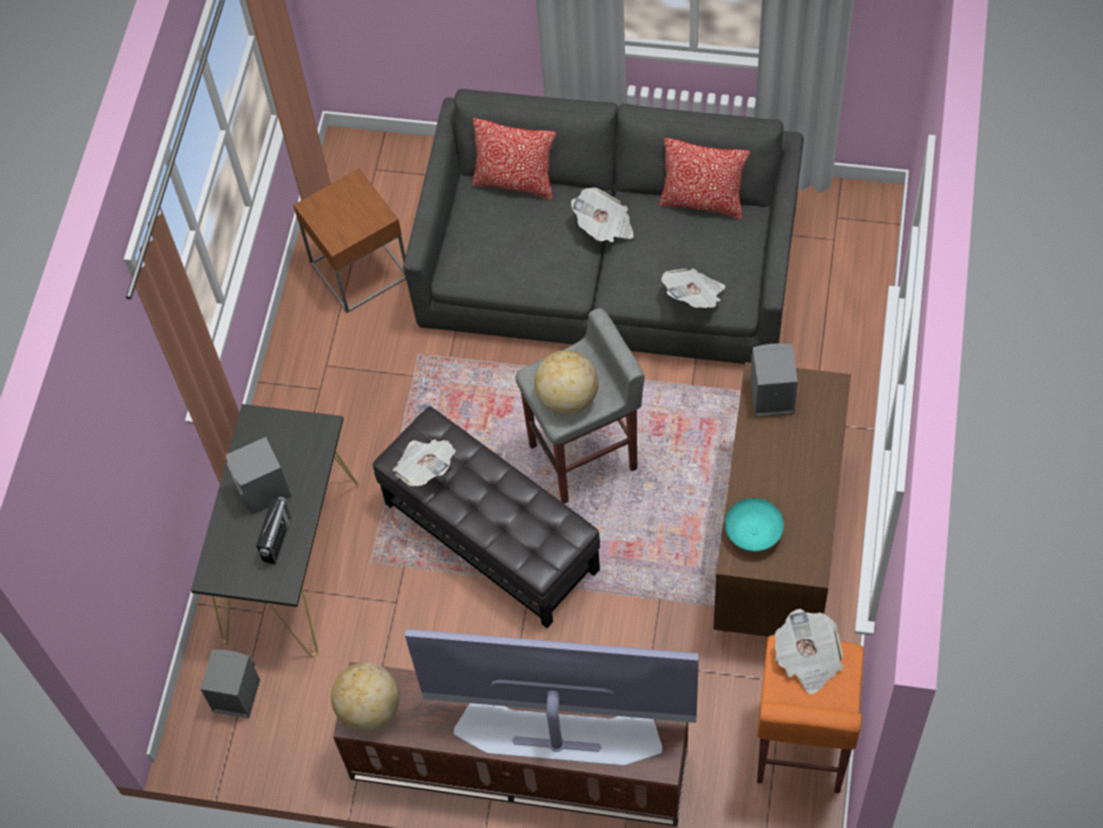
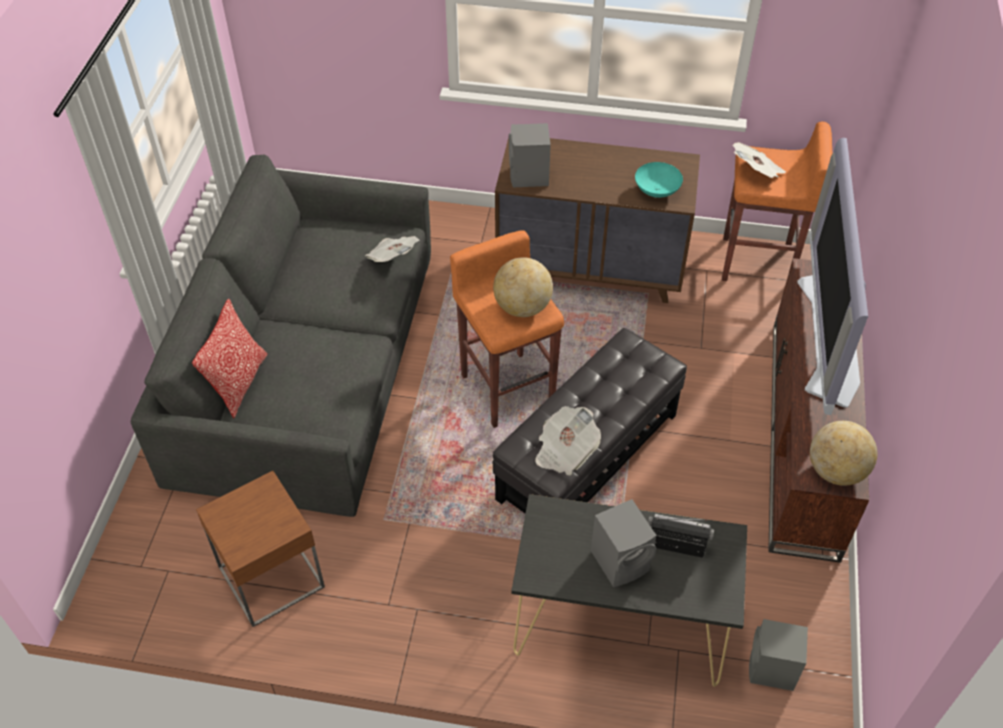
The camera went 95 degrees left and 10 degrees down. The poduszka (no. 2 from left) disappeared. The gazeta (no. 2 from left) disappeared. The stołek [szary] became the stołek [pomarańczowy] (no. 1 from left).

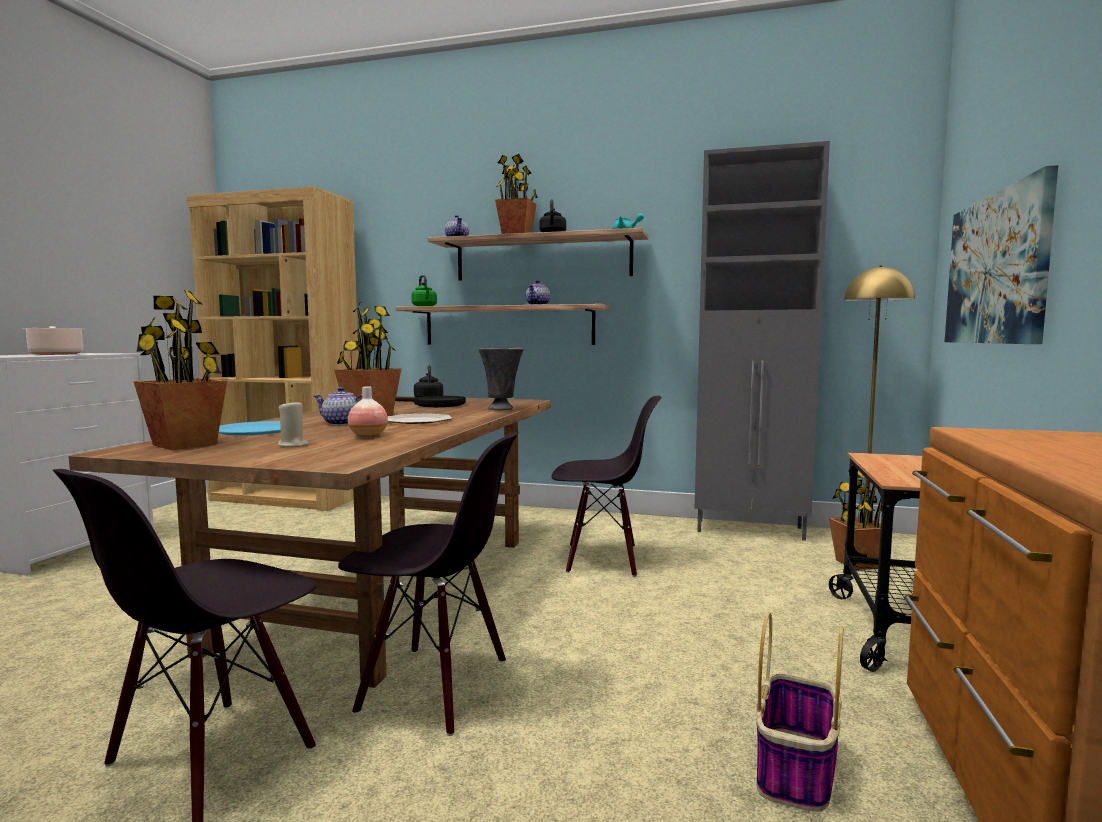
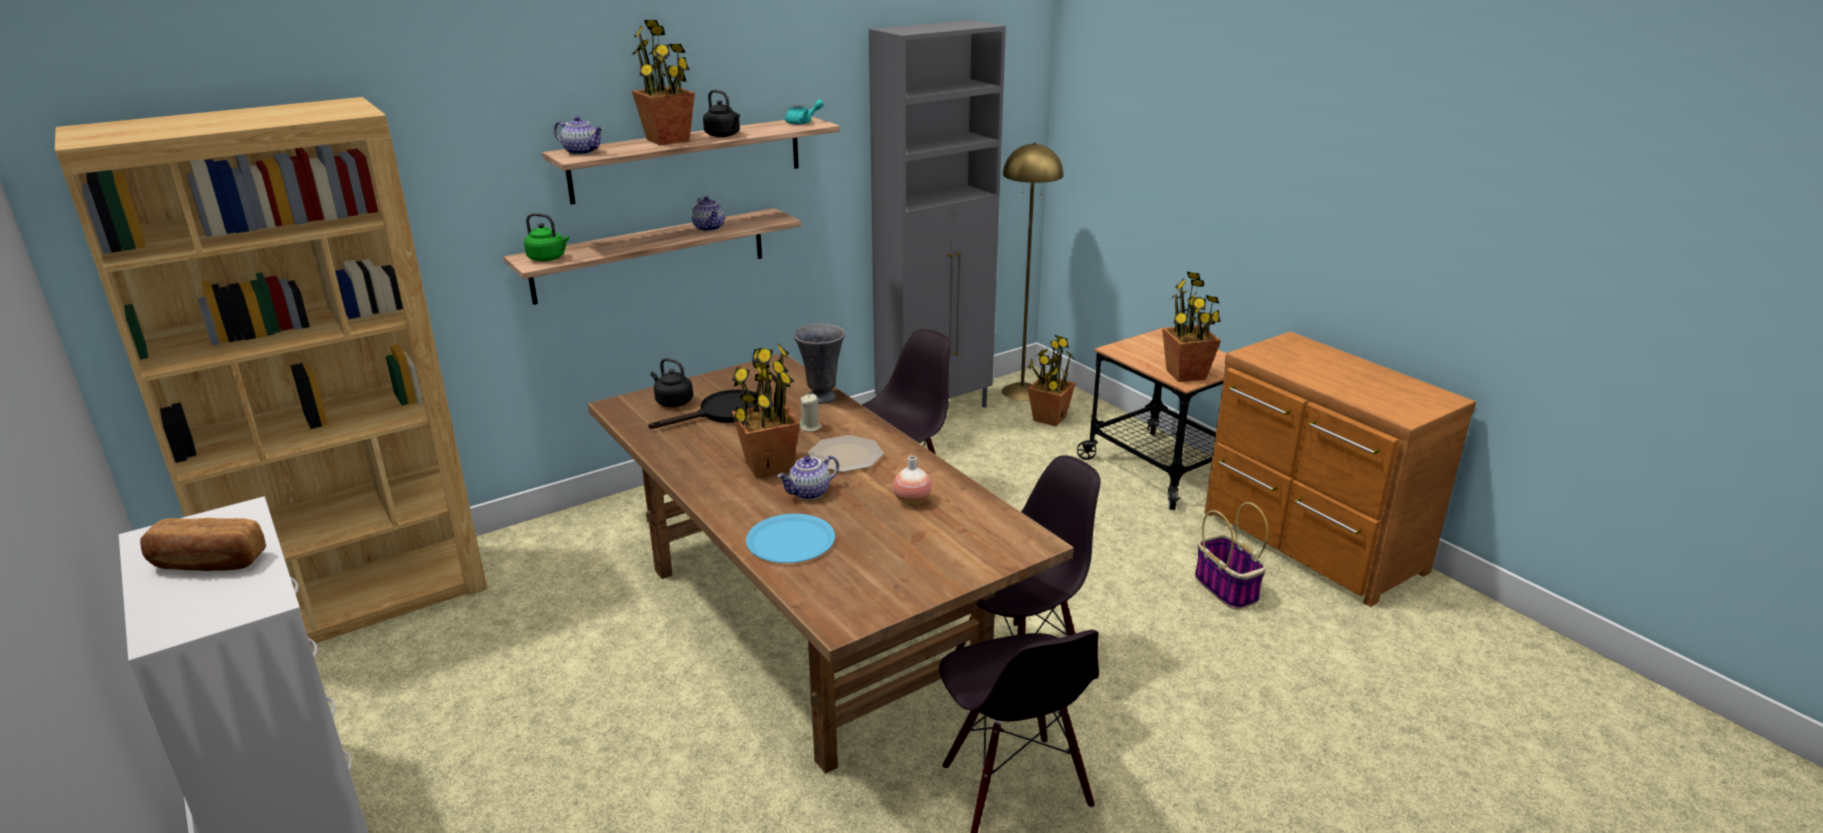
The camera went 50 degrees left and 20 degrees up. The obraz disappeared. The roślina doniczkowa (no. 1 from left in the first image) moved. The garnek was replaced by the chleb. The świeca [beżowy] moved.

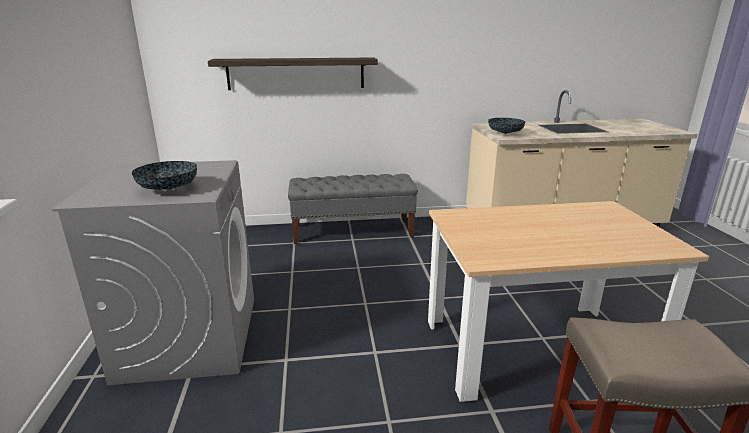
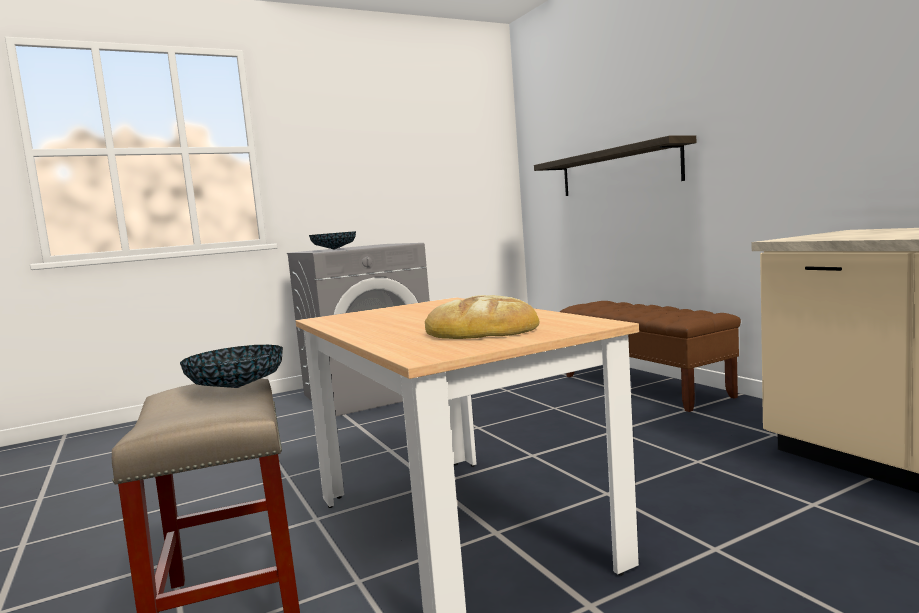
The camera went 70 degrees right and 15 degrees down. The miska (no. 2 from left in the first image) moved. The ławka [szary] became the ławka [brązowy]. The chleb appeared.

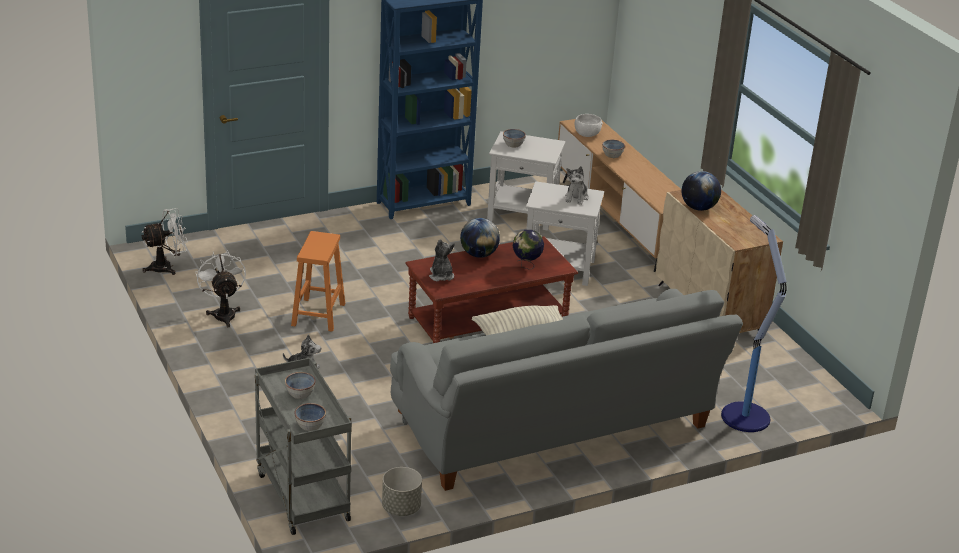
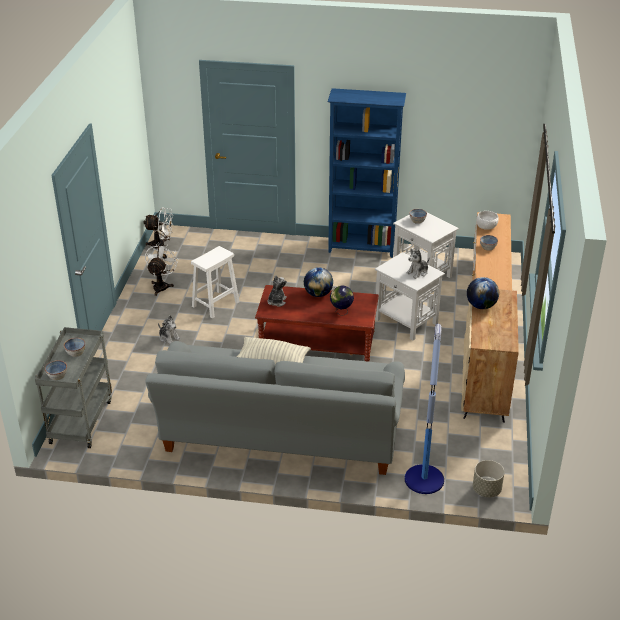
The camera went 35 degrees right and 5 degrees up. The stołek [pomarańczowy] became the stołek [biały]. The donica [szary] moved.

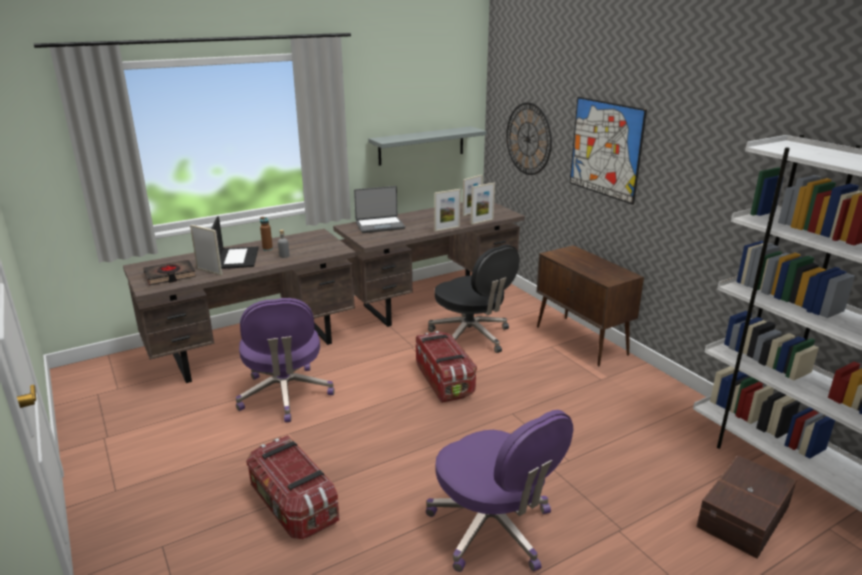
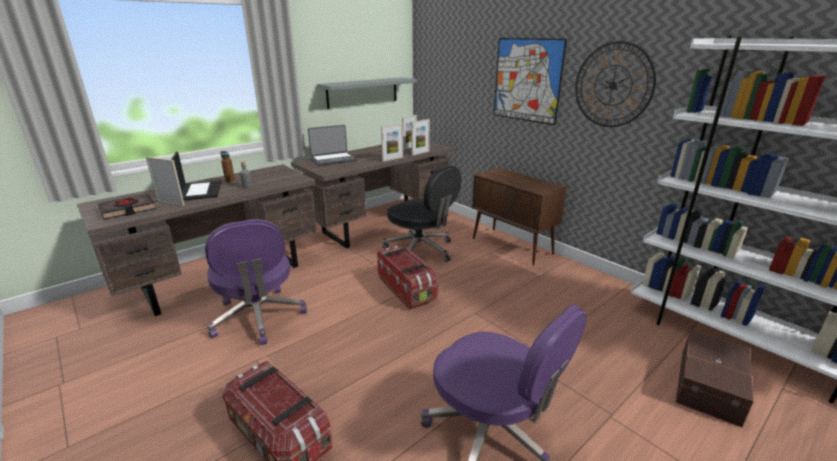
The camera went 10 degrees left and 0 degrees up. The zegar ścienny moved.

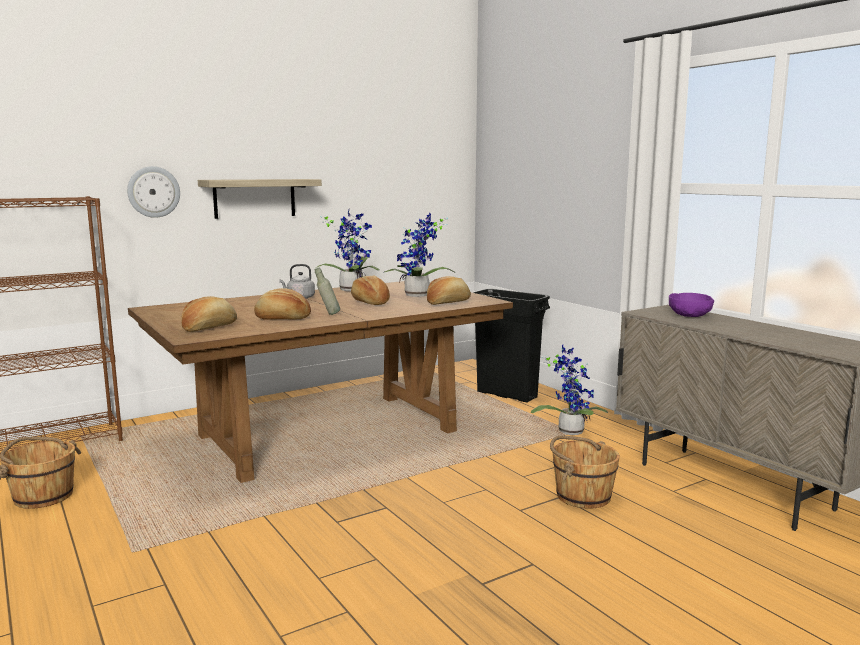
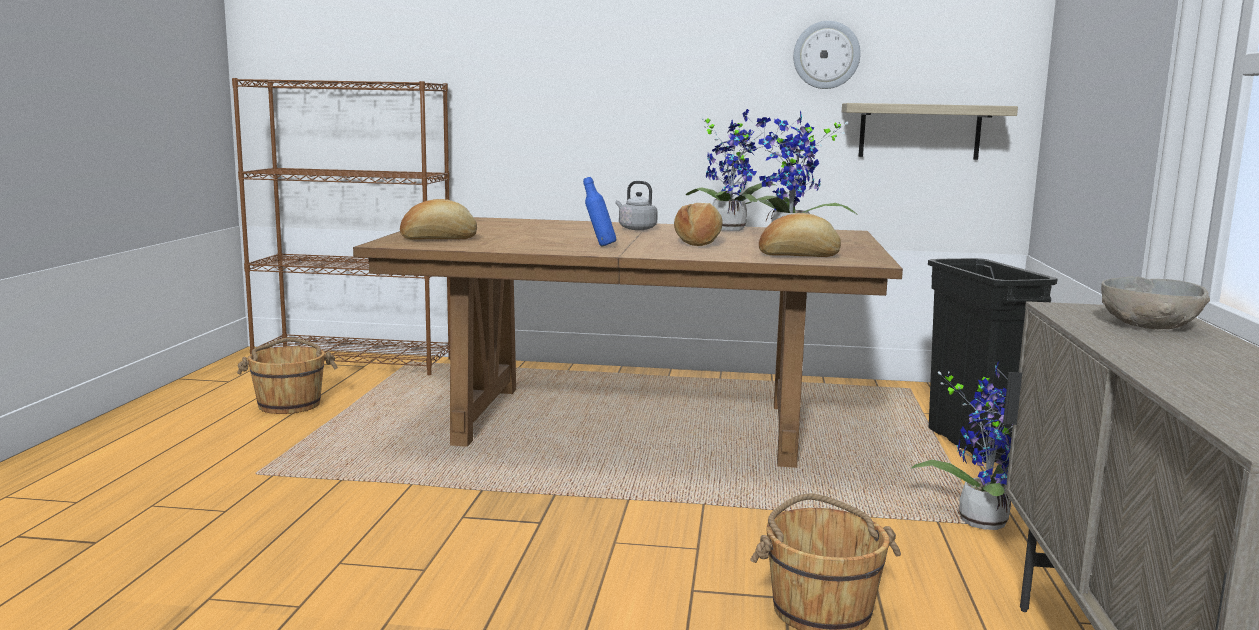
The camera went 40 degrees right and 0 degrees up. The zegar ścienny moved. The półka moved. The butelka [szary] became the butelka [niebieski]. The chleb (no. 2 from left) disappeared. The miska [fioletowy] became the miska [szary].

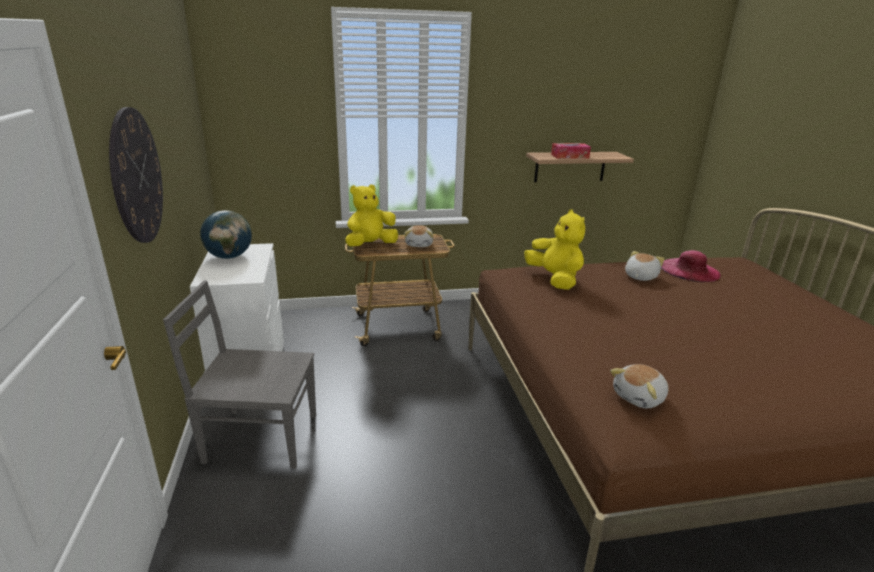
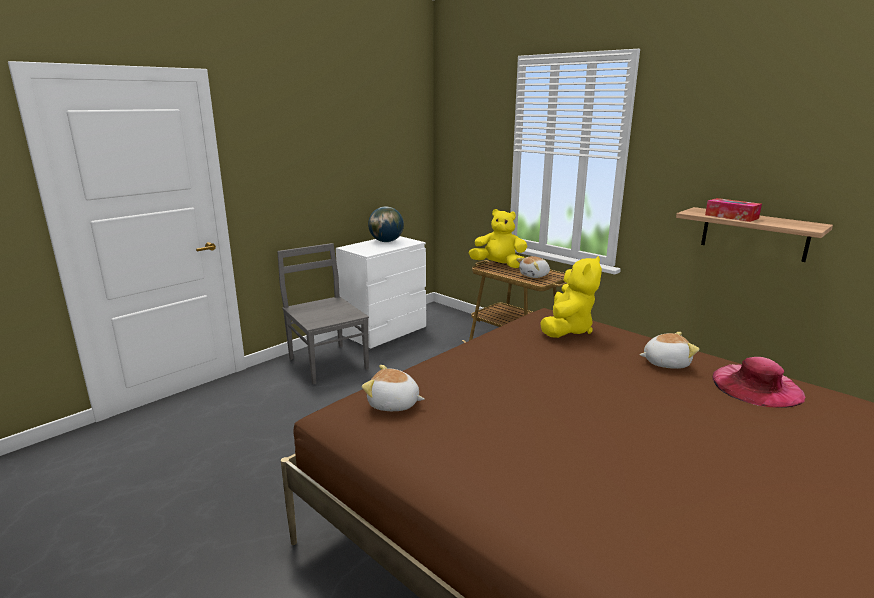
The camera went 55 degrees right and 5 degrees down. The zegar ścienny disappeared.

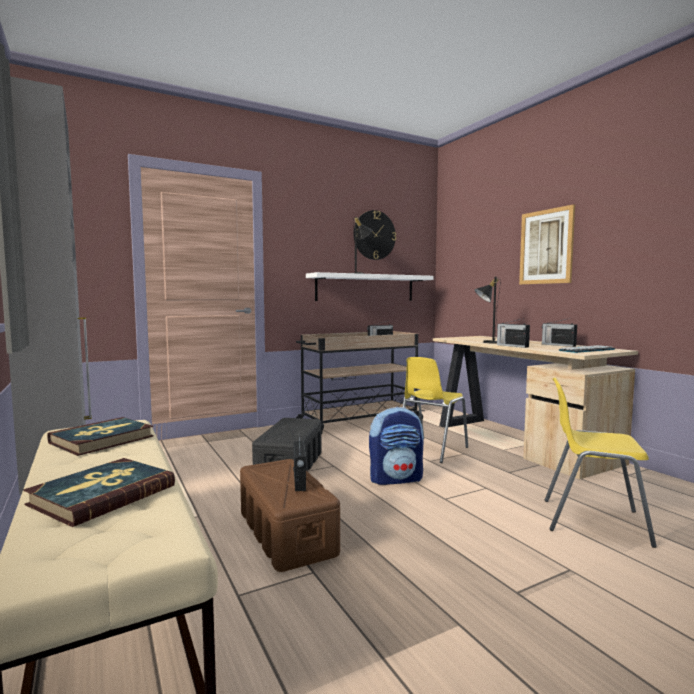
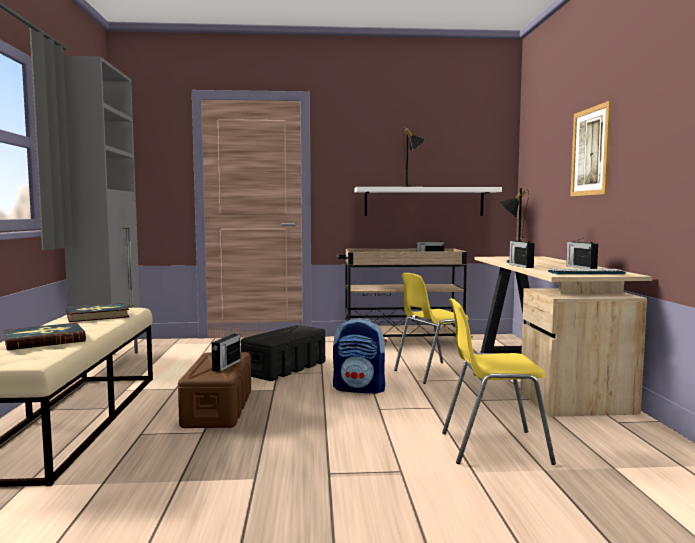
The camera went 25 degrees right and 0 degrees up. The zegar ścienny disappeared. The krzesło [żółty] (no. 2 from left) turned 45 degrees counterclockwise.

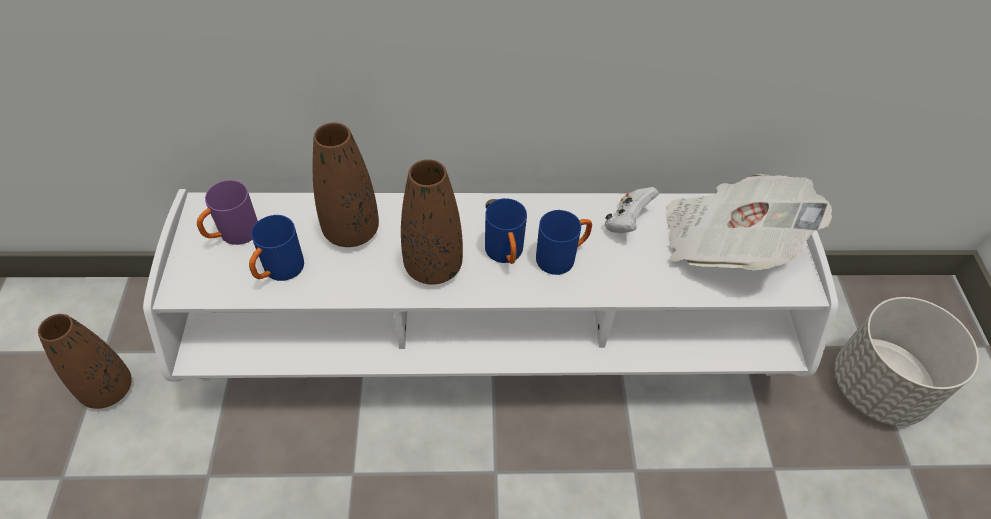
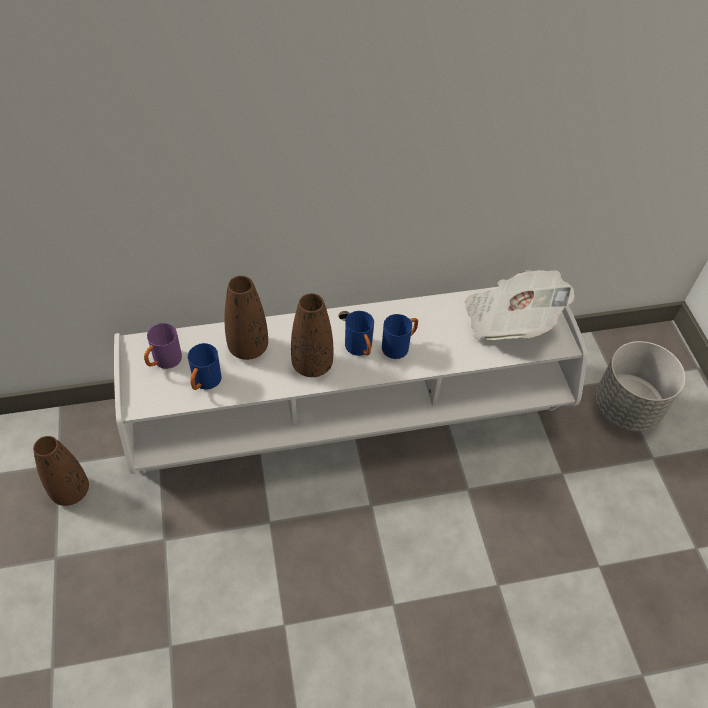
The camera went 10 degrees left and 0 degrees up. The pad do gier [biały] disappeared.

